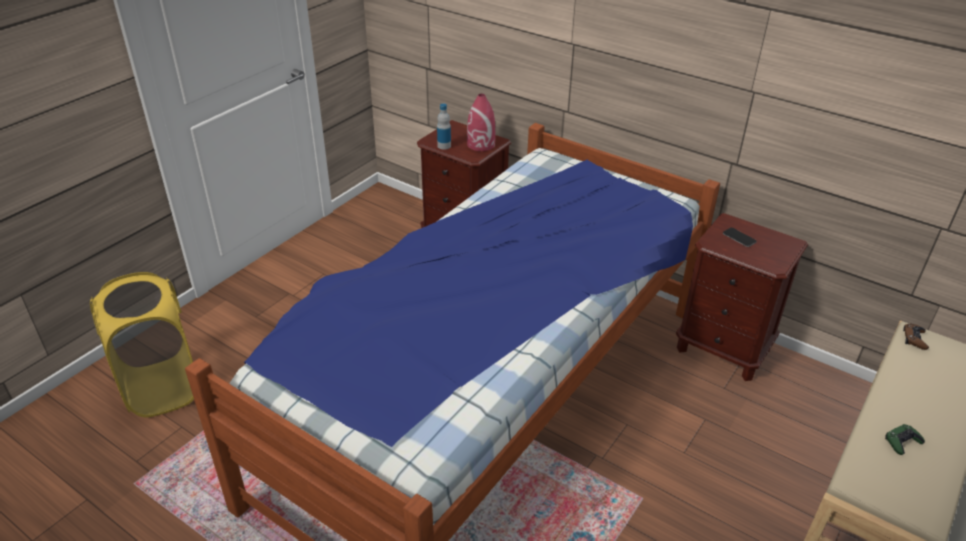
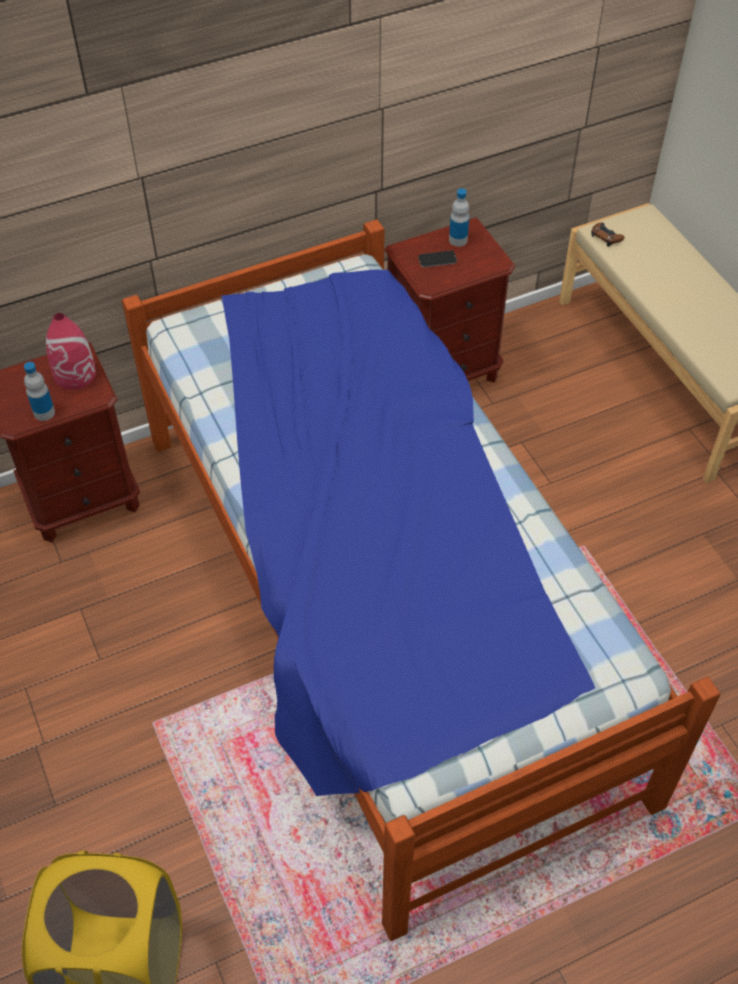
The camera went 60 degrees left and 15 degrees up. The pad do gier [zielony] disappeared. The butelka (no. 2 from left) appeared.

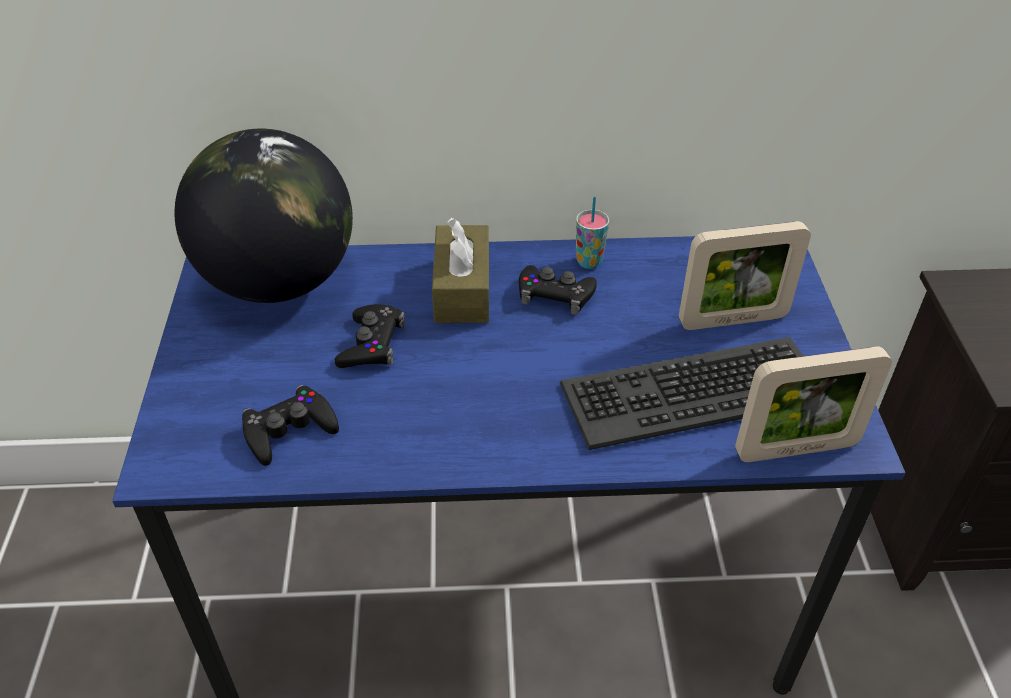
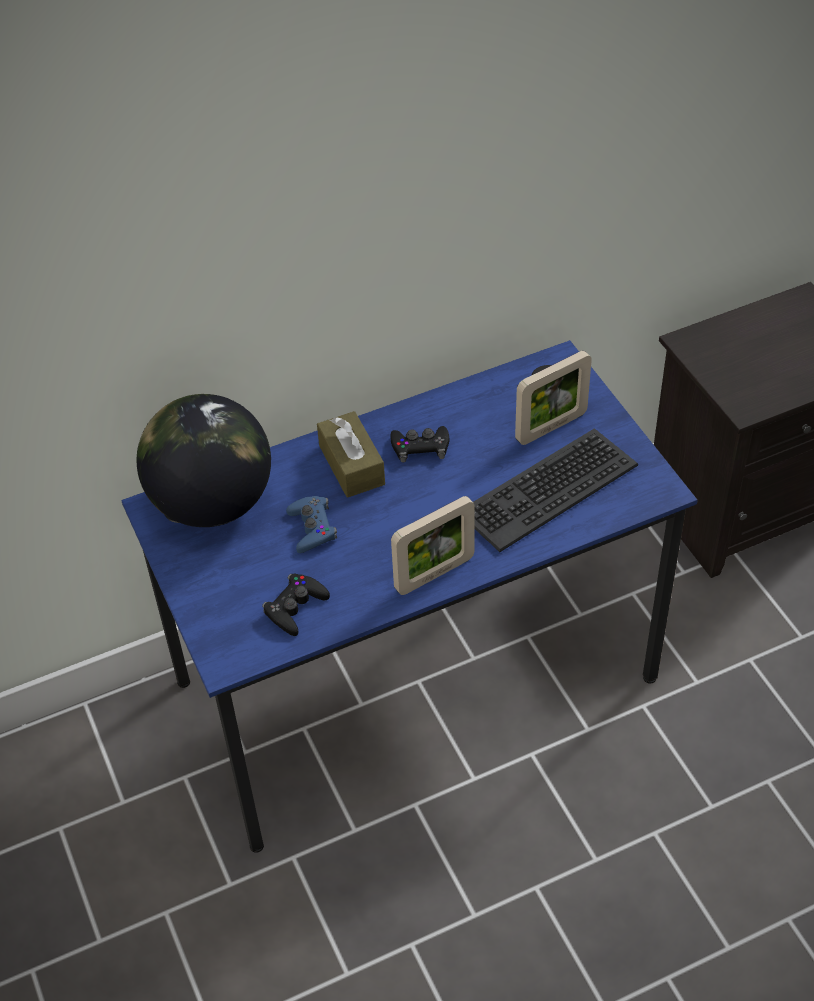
The camera went 20 degrees left and 5 degrees up. The filiżanka disappeared. The pad do gier [czarny] (no. 2 from left) became the pad do gier [niebieski]. The ramka na zdjęcie (no. 2 from left in the first image) moved.

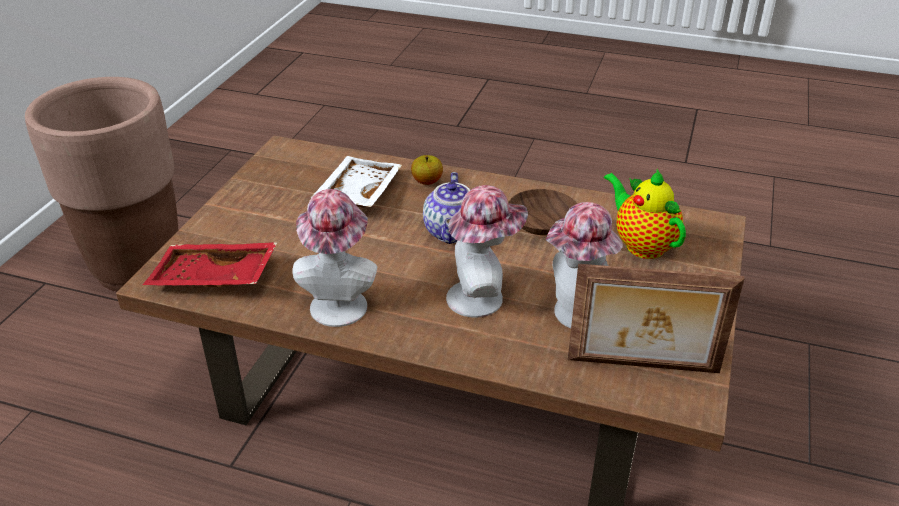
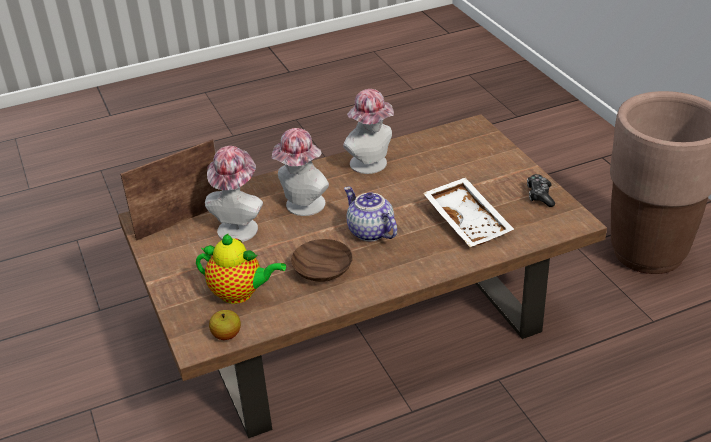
The camera went 140 degrees right and 0 degrees up. The jabłko moved. The taca [czerwony] disappeared. The pad do gier appeared.

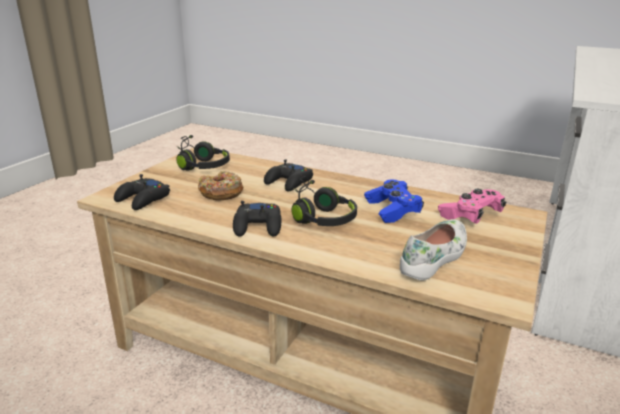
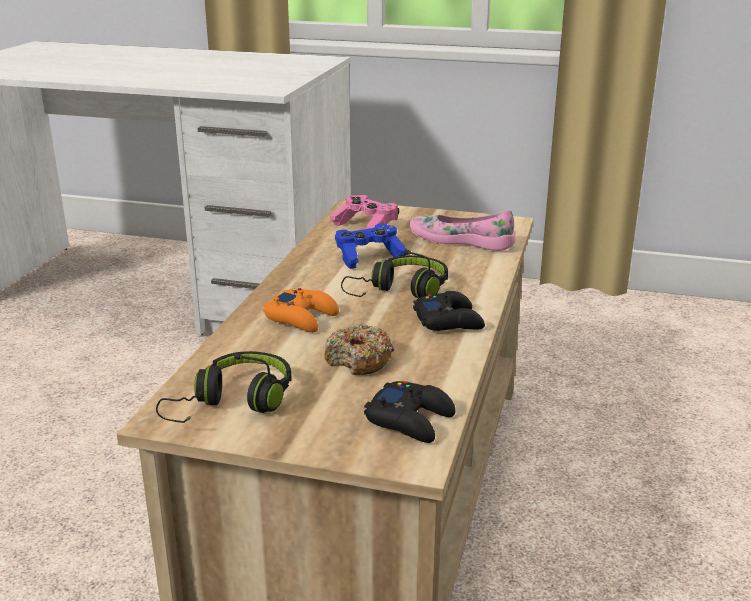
The camera went 100 degrees left and 0 degrees up. The pad do gier [czarny] (no. 3 from left) became the pad do gier [pomarańczowy]. The but [biały] became the but [różowy].

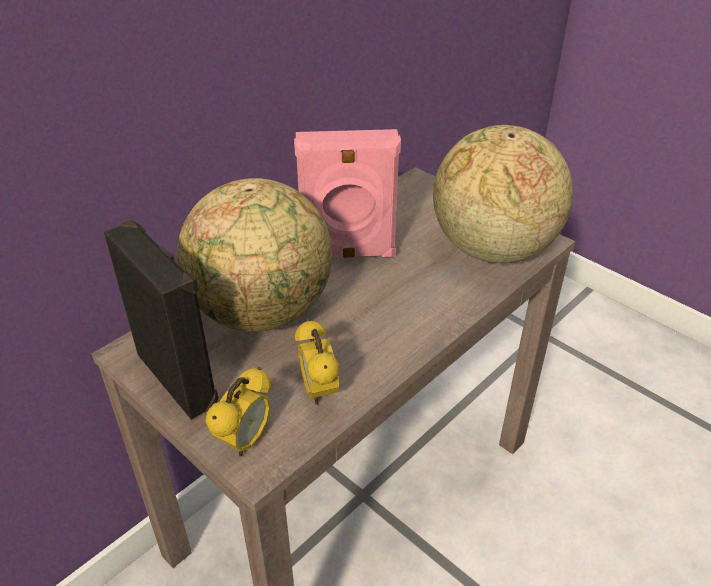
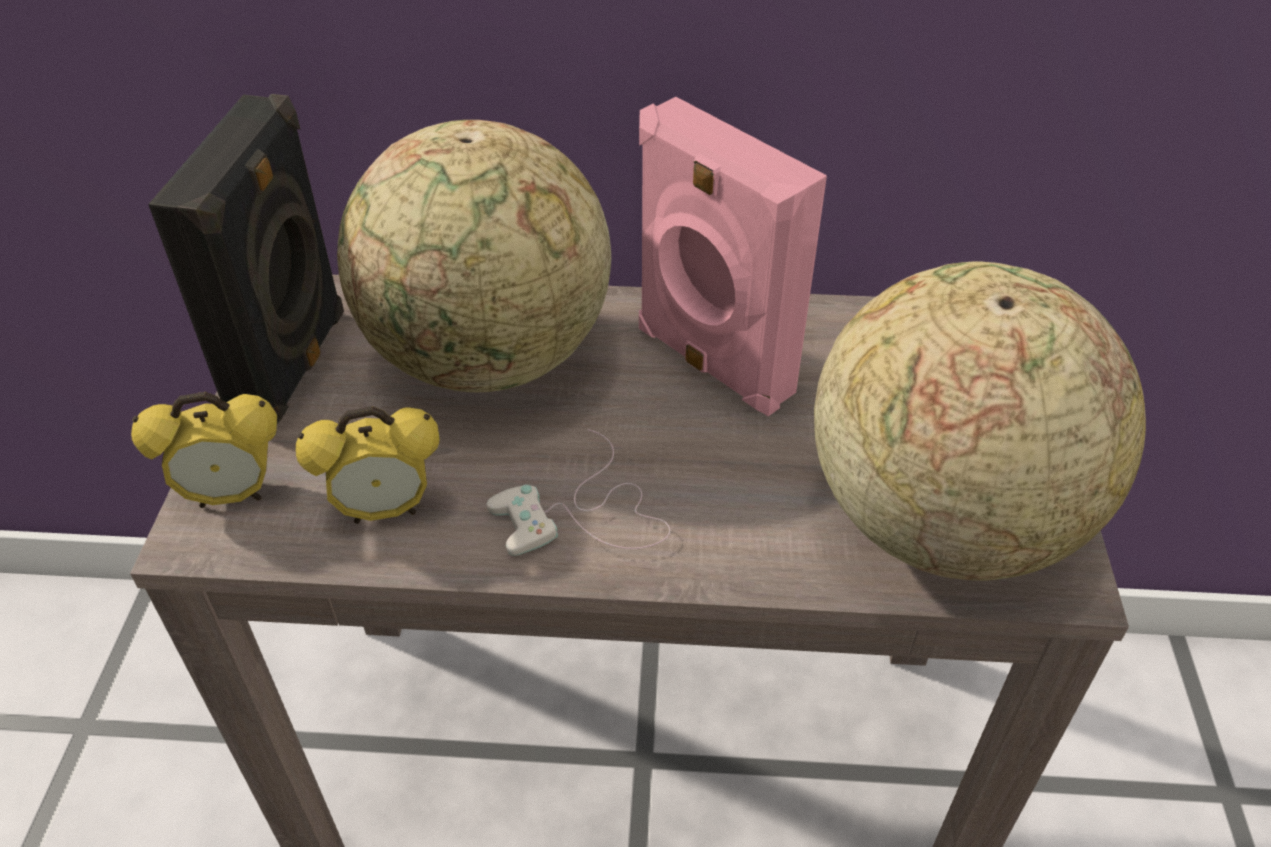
The camera went 50 degrees right and 5 degrees up. The budzik (no. 2 from left) turned 135 degrees counterclockwise. The pad do gier [biały] appeared.

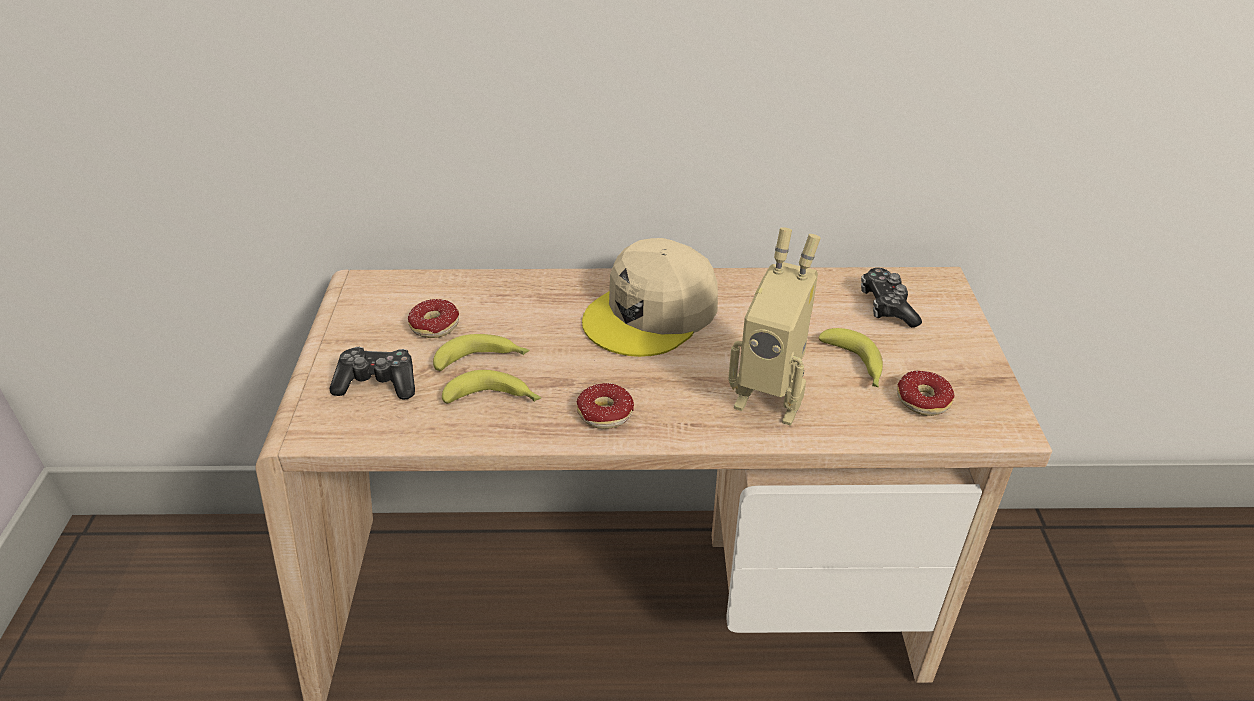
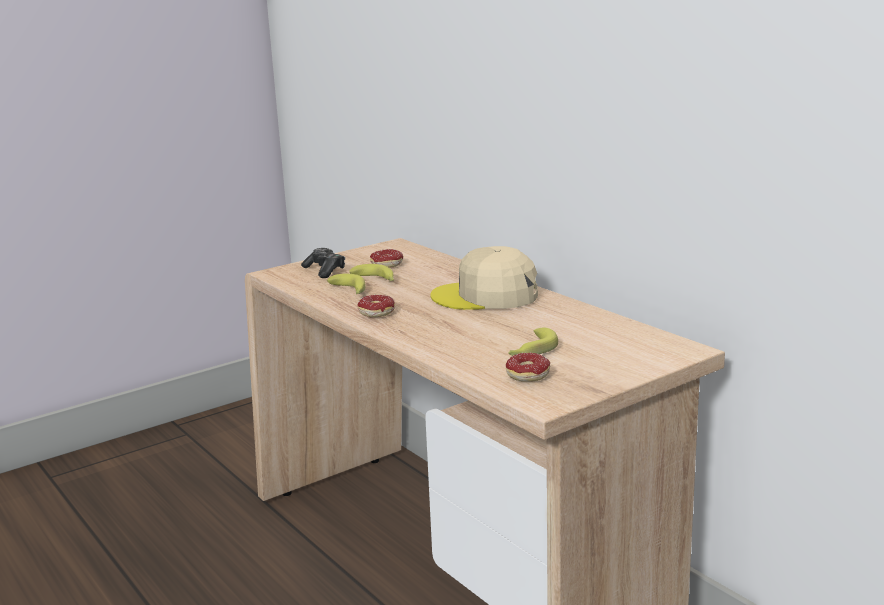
The camera went 55 degrees right and 20 degrees down. The robot zabawkowy disappeared. The pad do gier (no. 2 from left) disappeared.

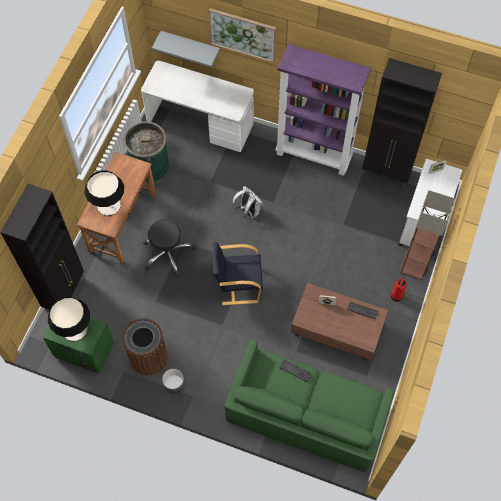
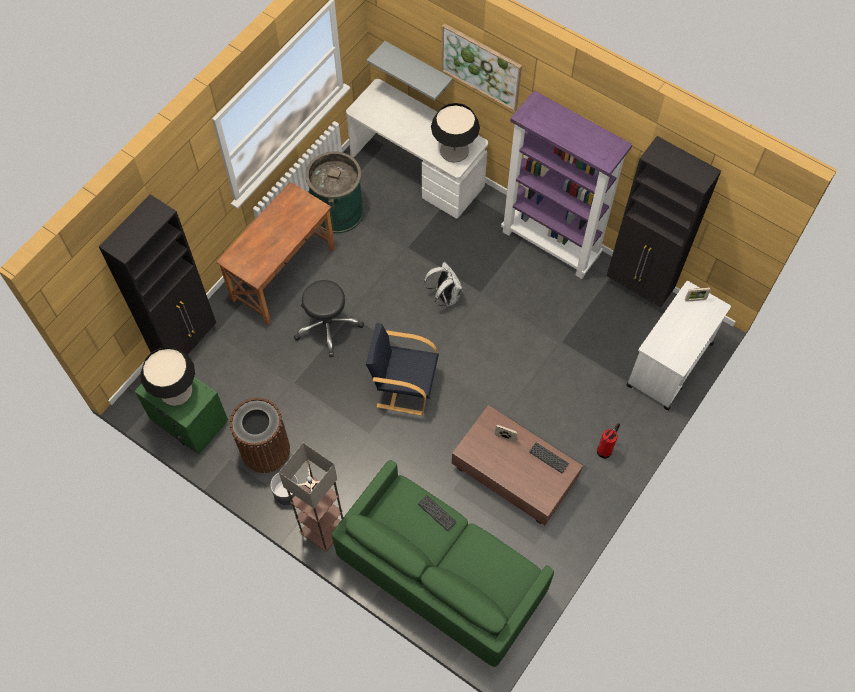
The camera went 15 degrees right and 0 degrees up. The lampa stołowa (no. 2 from left) moved. The lampa stojąca moved.

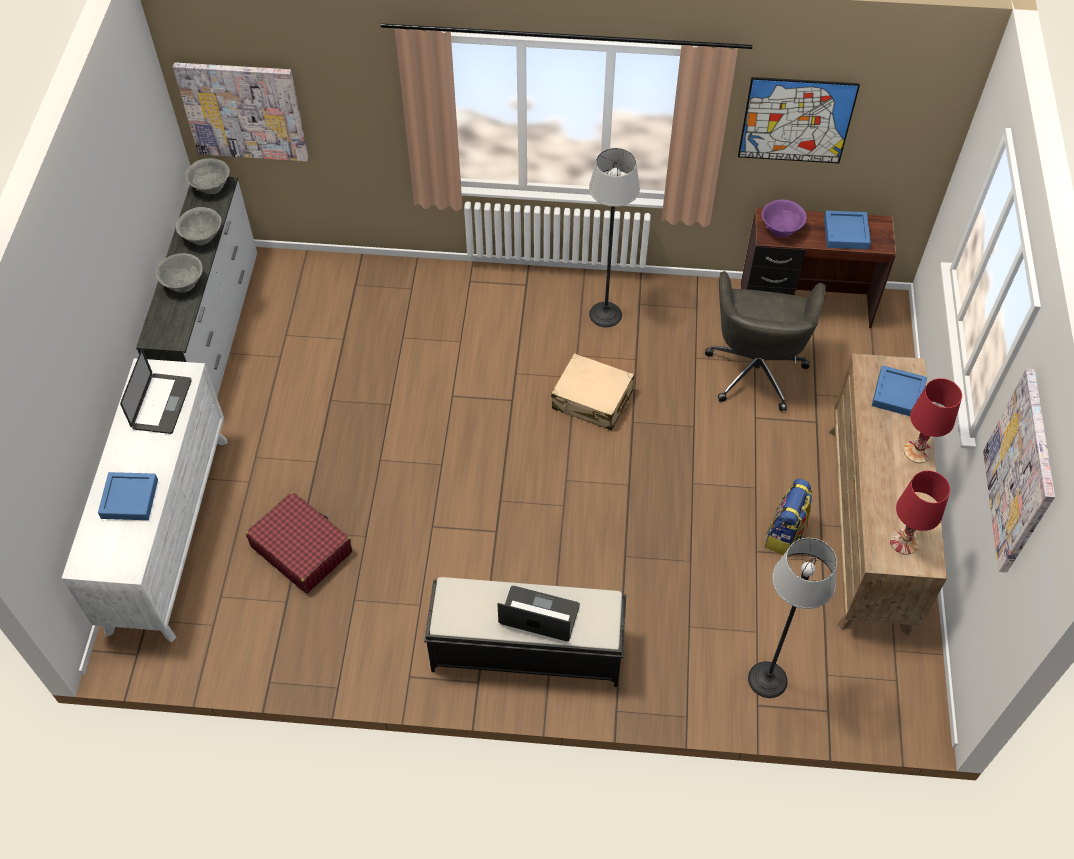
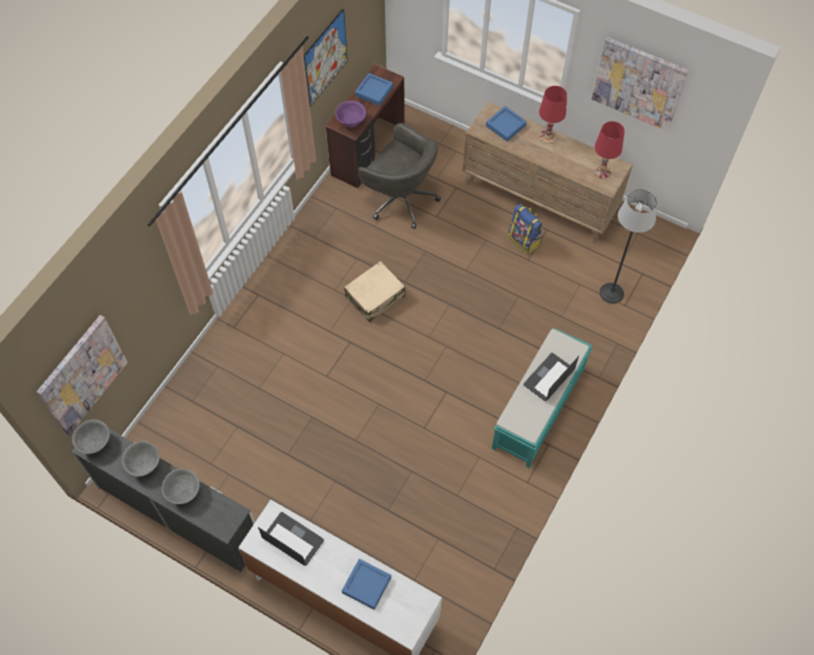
The camera went 65 degrees left and 5 degrees up. The lampa stojąca (no. 1 from left) disappeared. The walizka [czerwony] disappeared. The ławka [czarny] became the ławka [turkusowy].

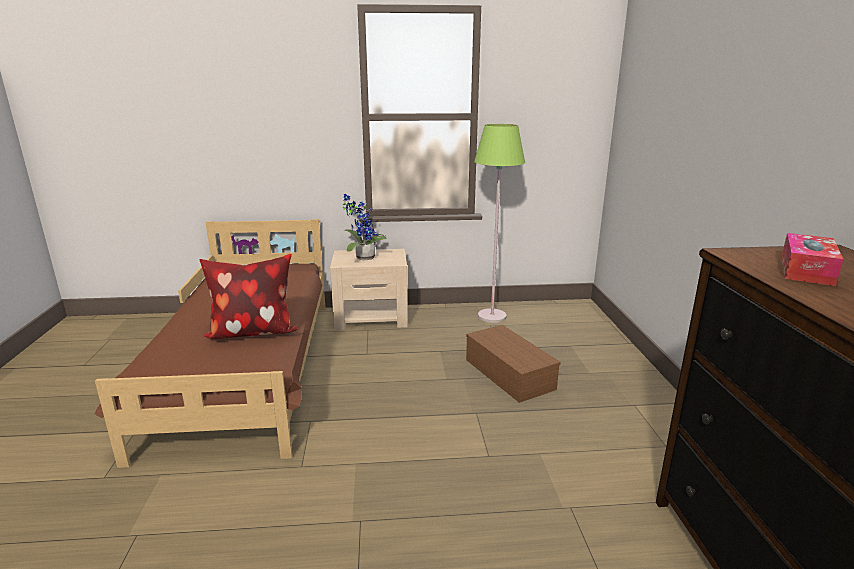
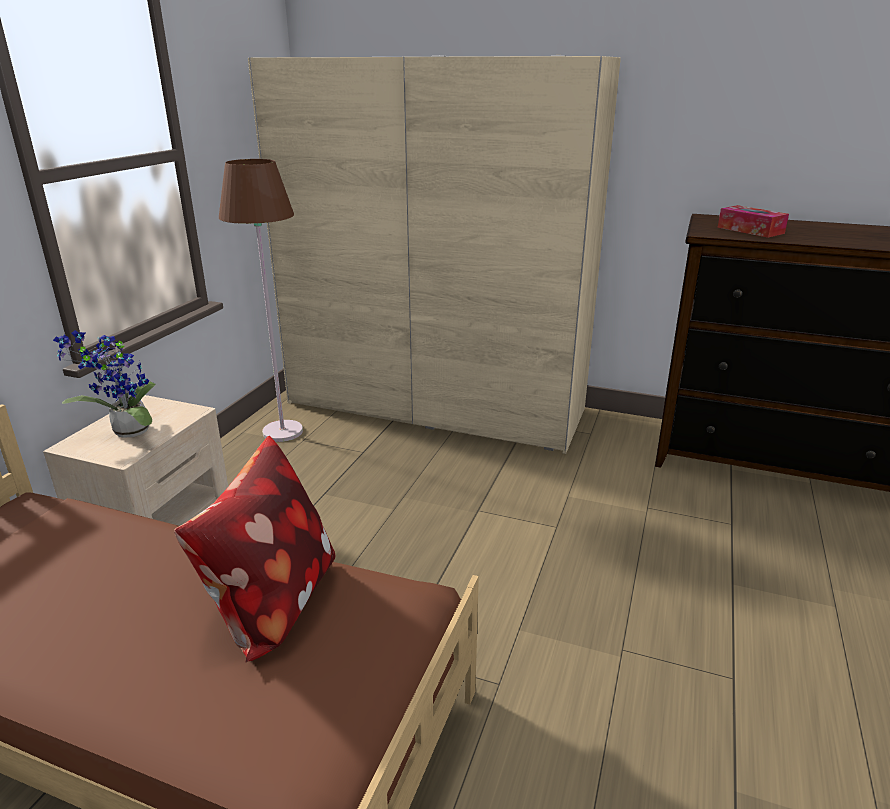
The camera went 65 degrees left and 5 degrees up. The lampa stojąca [zielony] became the lampa stojąca [brązowy]. The pojemnik do przechowywania [brązowy] disappeared. The szafa [beżowy] appeared.

